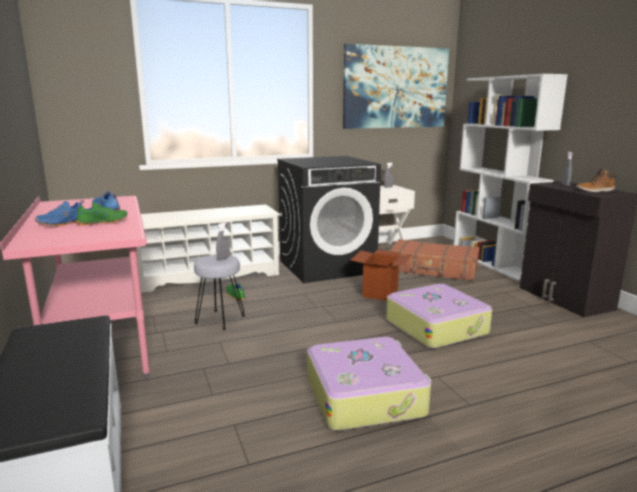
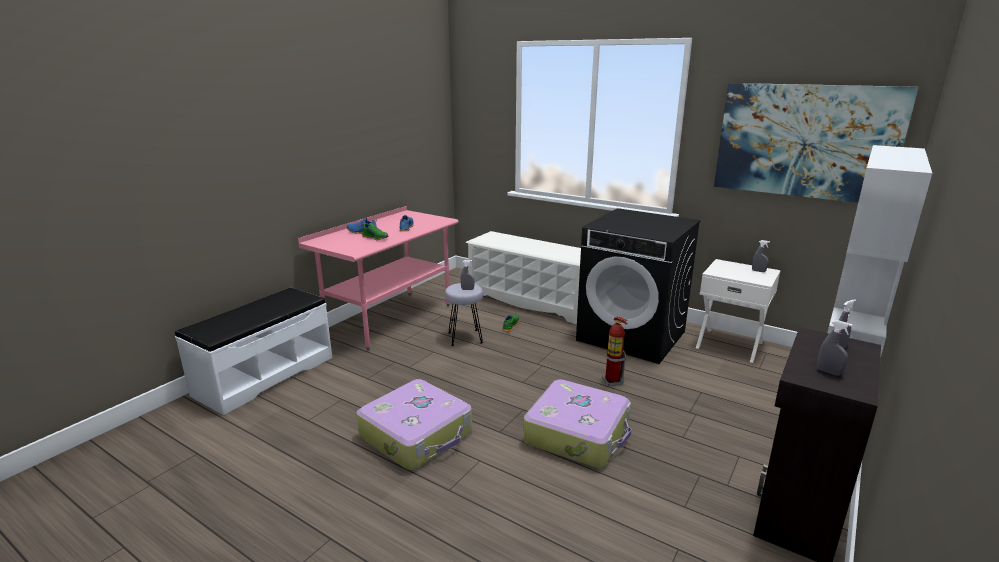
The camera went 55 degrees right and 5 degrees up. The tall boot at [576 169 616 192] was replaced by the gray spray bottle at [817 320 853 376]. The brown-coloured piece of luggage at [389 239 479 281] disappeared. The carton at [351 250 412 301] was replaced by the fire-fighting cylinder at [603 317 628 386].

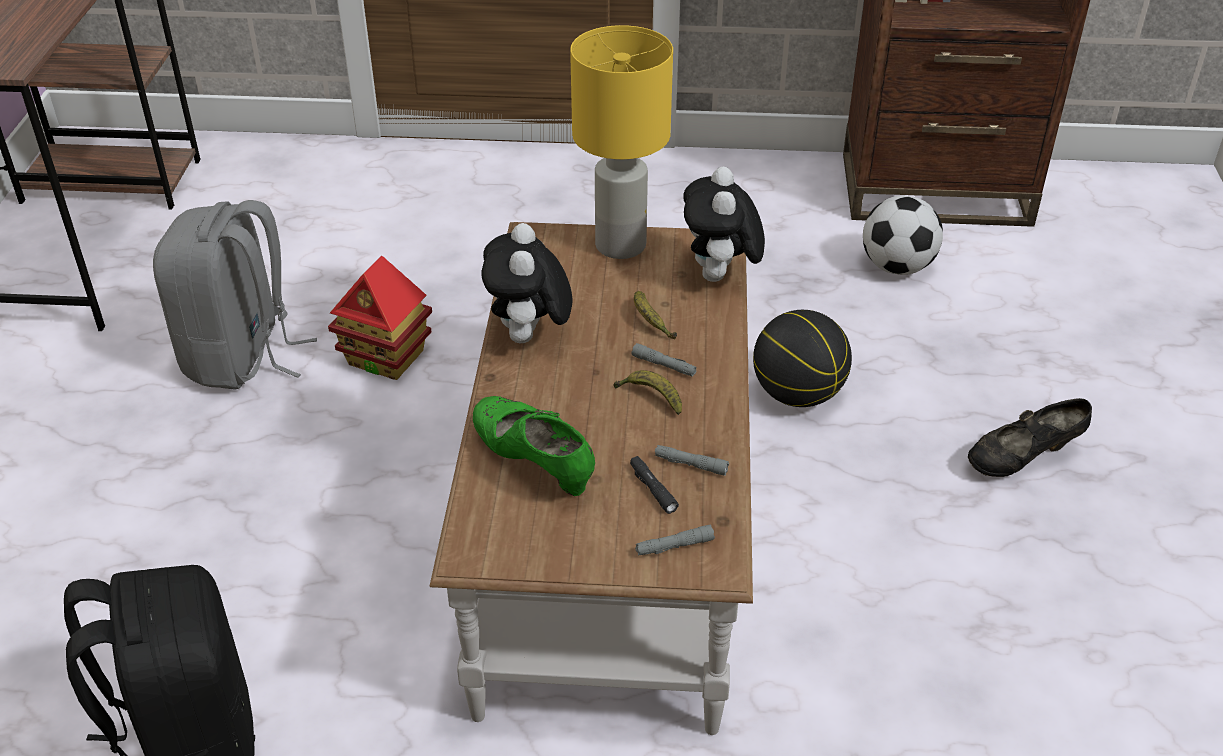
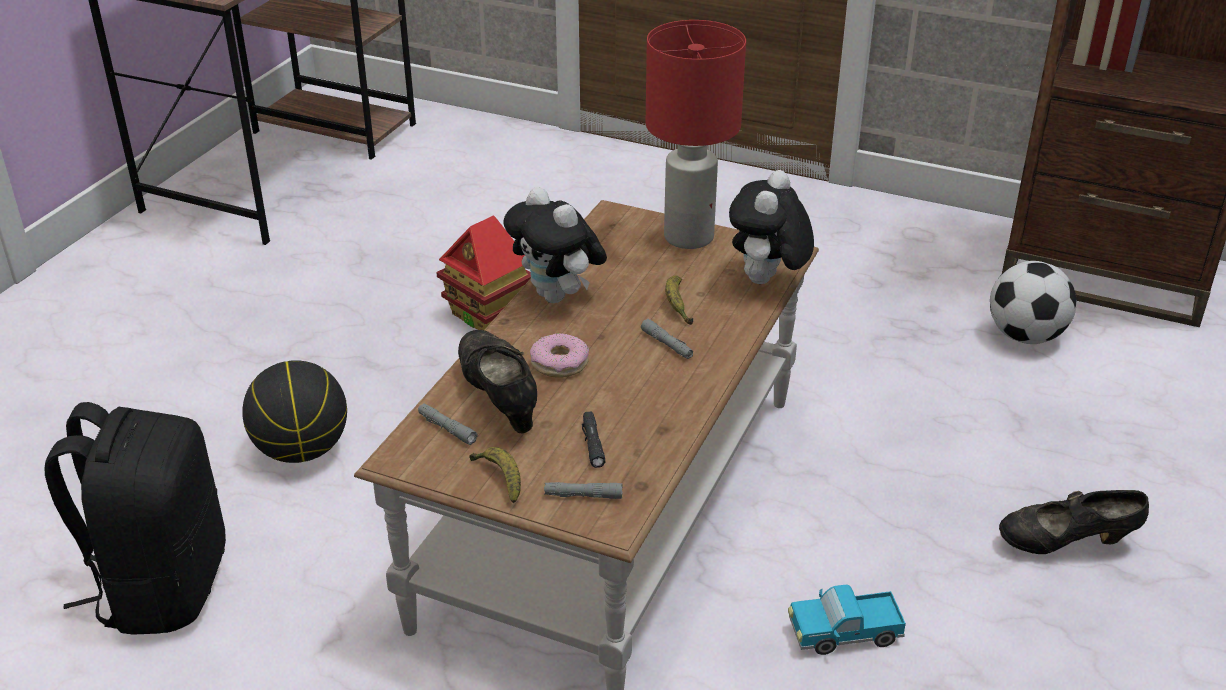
The camera went 20 degrees right and 5 degrees down. The yellowish tabletop lamp at [570 25 673 259] became the red tabletop lamp at [646 20 746 249]. The gray knapsack at [153 200 317 390] disappeared. The soft toy at [482 223 573 343] turned 60 degrees counterclockwise. The basketball ball moved from [753 310 852 407] to [242 360 347 463]. The whole banana moved from [613 370 682 415] to [469 447 521 503]. The green-coloured shoe at [473 396 595 496] became the blackish shoe at [458 330 537 434]. The gray flashlight moved from [655 445 729 476] to [418 403 478 445]. The ring doughnut at [530 333 589 378] appeared. The toy truck at [788 584 906 655] appeared.

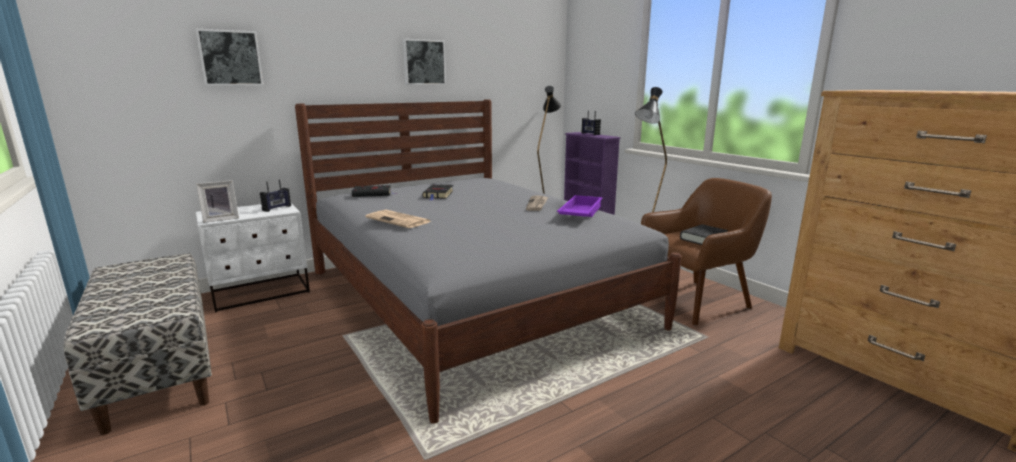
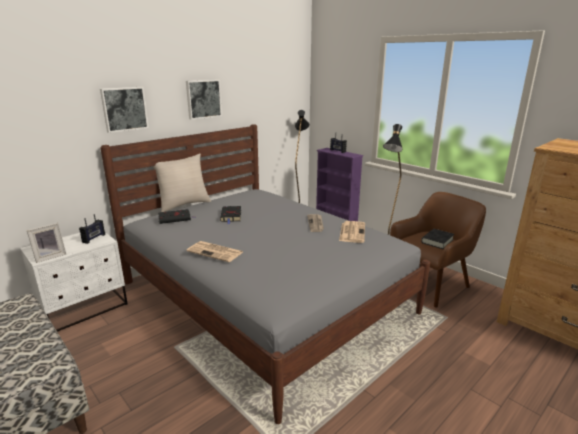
The camera went 10 degrees left and 5 degrees up. The picture moved from [196 29 264 86] to [100 87 149 133]. The purple carrying tray at [557 195 603 217] was replaced by the newspaper at [339 221 365 243]. The beige-coloured pillow at [153 153 211 212] appeared.

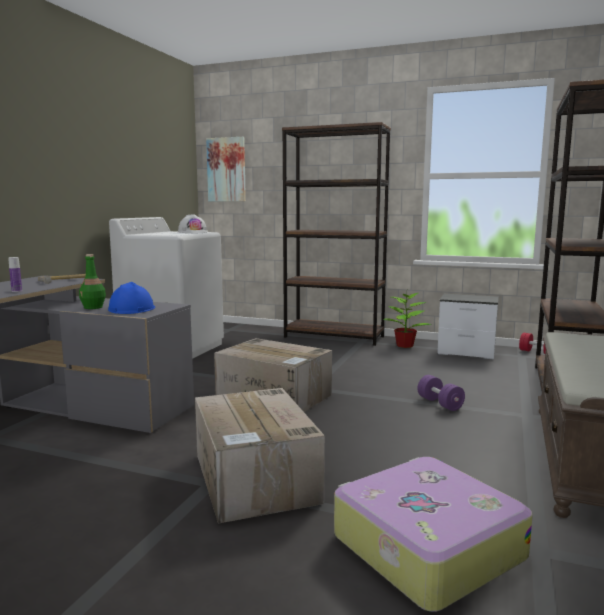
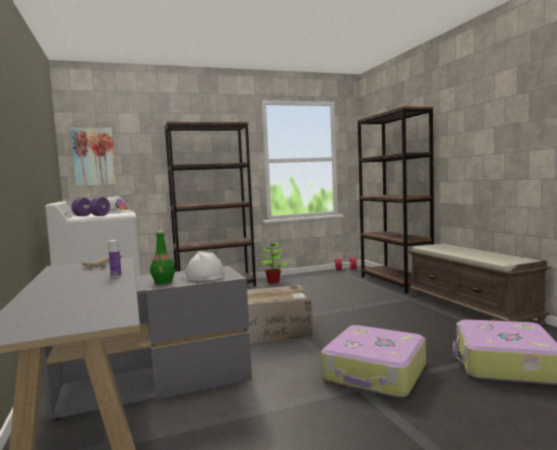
The camera went 40 degrees left and 5 degrees down. The blue safety helmet at [108 282 155 314] became the whitish safety helmet at [183 252 225 281]. The night table at [437 294 499 359] disappeared. The purple hand weight moved from [417 375 465 411] to [72 197 110 216]. The carton at [195 388 325 524] was replaced by the piece of luggage at [321 325 426 398].

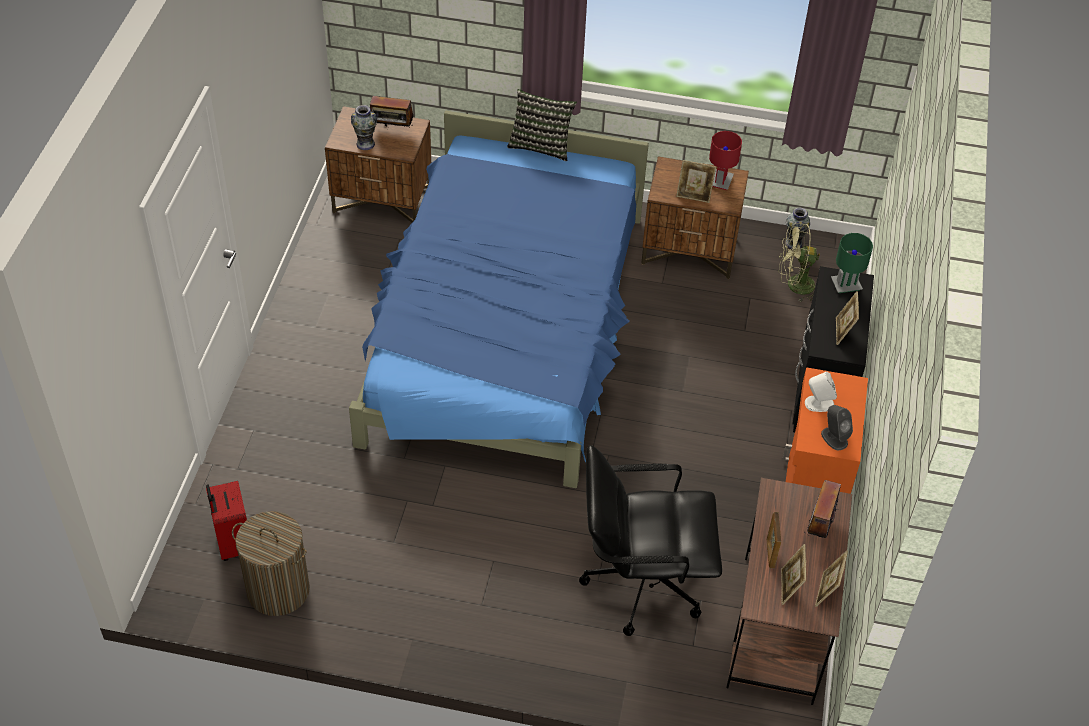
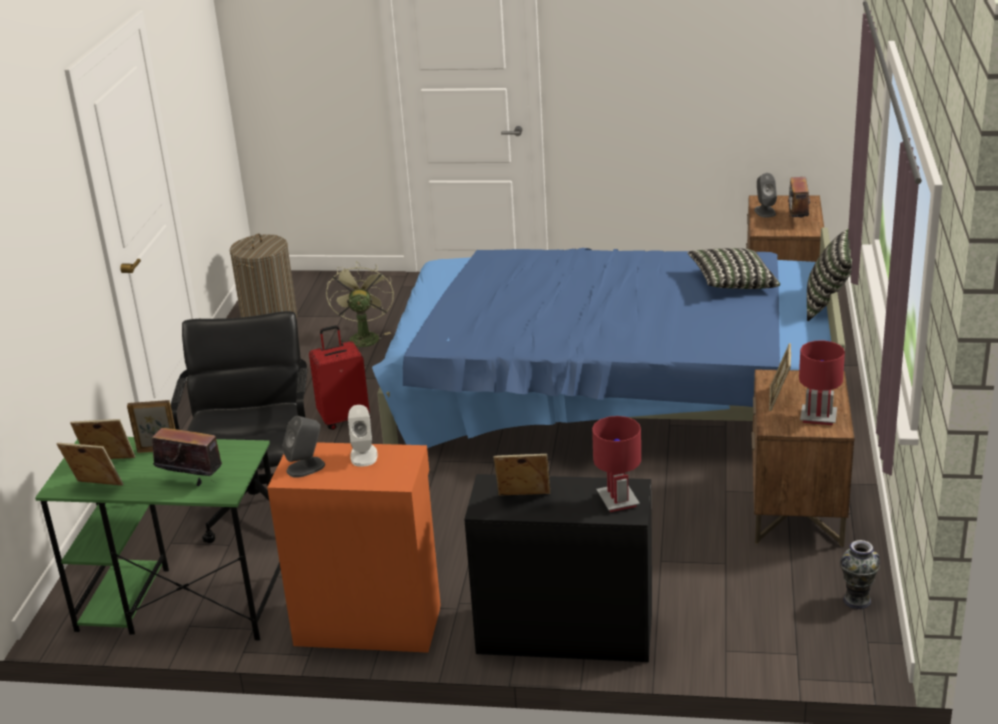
The camera went 90 degrees right and 20 degrees down. The flower vase at [351 105 377 150] was replaced by the gray audio speaker at [754 173 777 218]. The green-coloured fan moved from [778 223 820 302] to [326 261 394 350]. The green-coloured tabletop lamp at [831 233 873 293] became the red tabletop lamp at [592 416 641 512]. The brown-coloured desk unit at [726 478 852 705] became the green-coloured desk unit at [35 437 281 641]. The red piece of luggage moved from [206 481 247 561] to [309 325 371 430]. The pillow at [687 248 780 289] appeared.

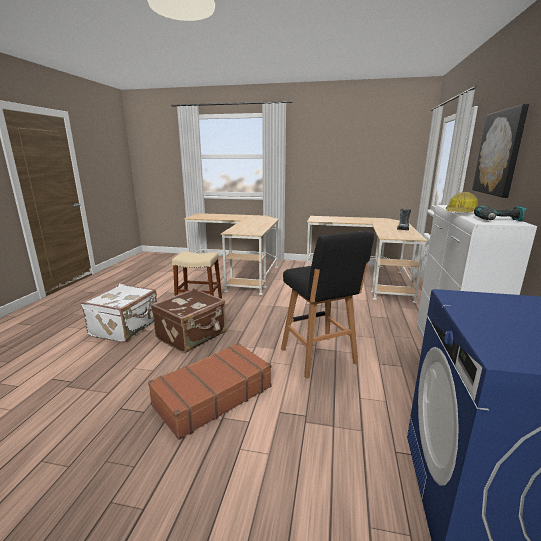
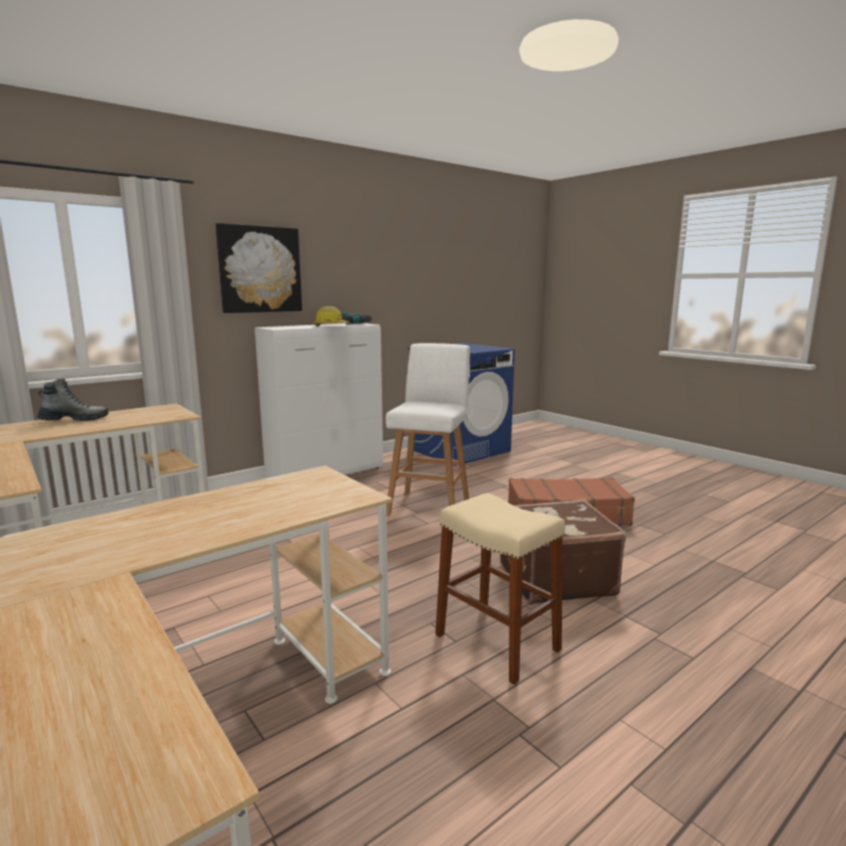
The camera went 140 degrees left and 5 degrees down. The blackish sitting stool at [281 231 374 379] became the whitish sitting stool at [386 343 470 516]. The whitish piece of luggage at [81 284 157 343] disappeared.

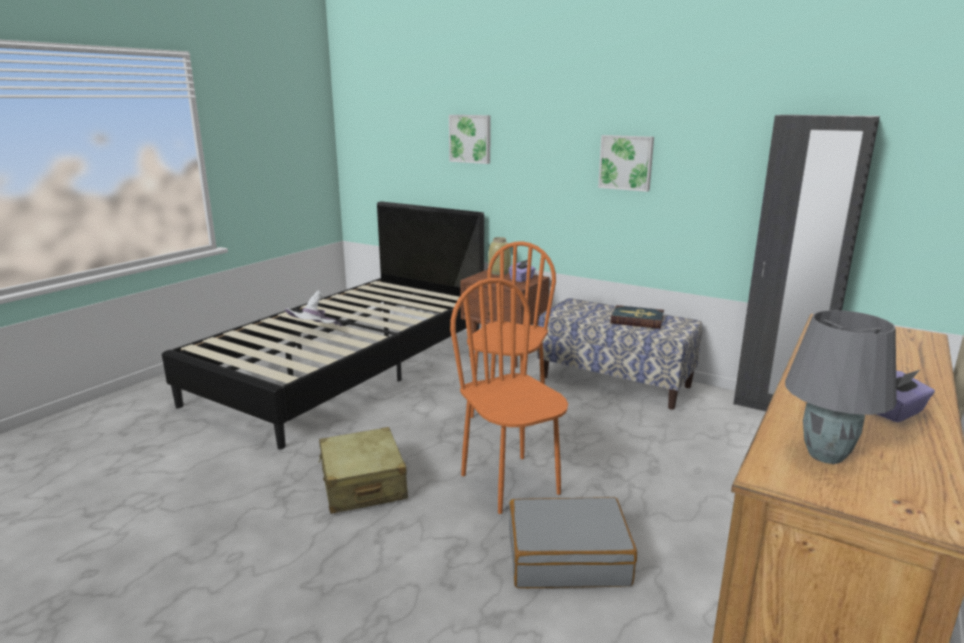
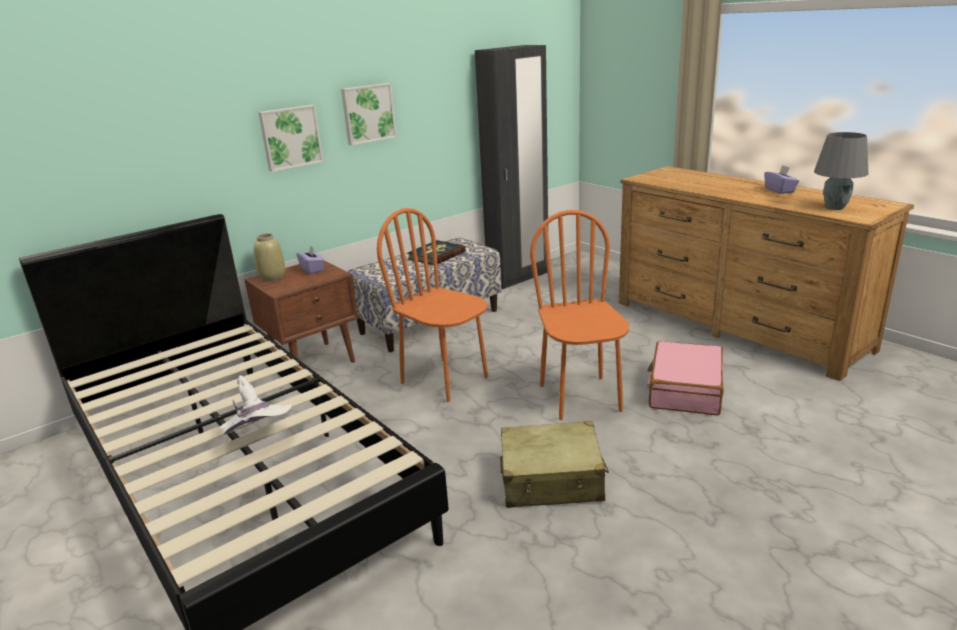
The camera went 70 degrees left and 5 degrees up. The picture moved from [449 115 491 164] to [258 105 324 172]. The orangey plain chair at [450 278 568 514] turned 90 degrees clockwise. The gray piece of luggage at [509 497 637 588] became the pink-coloured piece of luggage at [647 341 724 415].

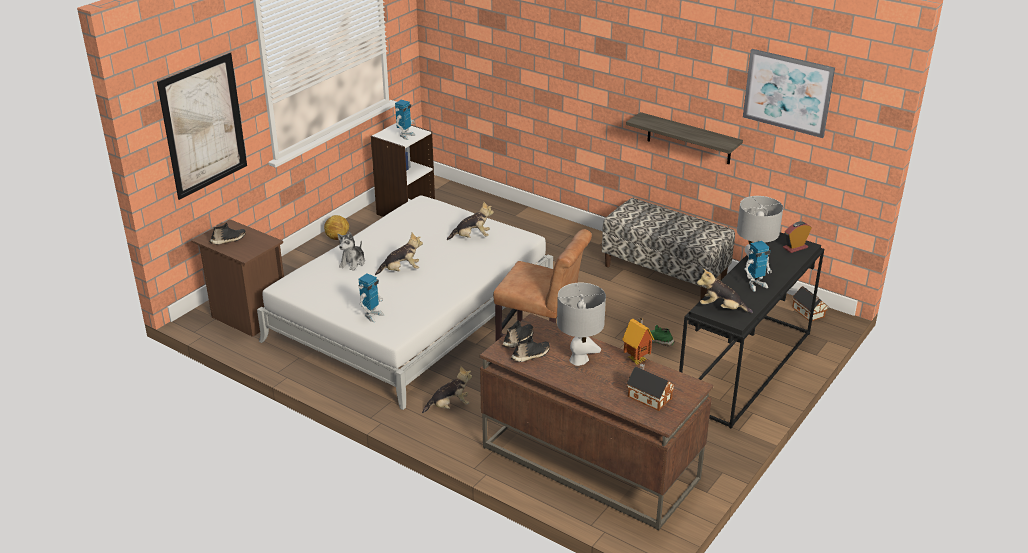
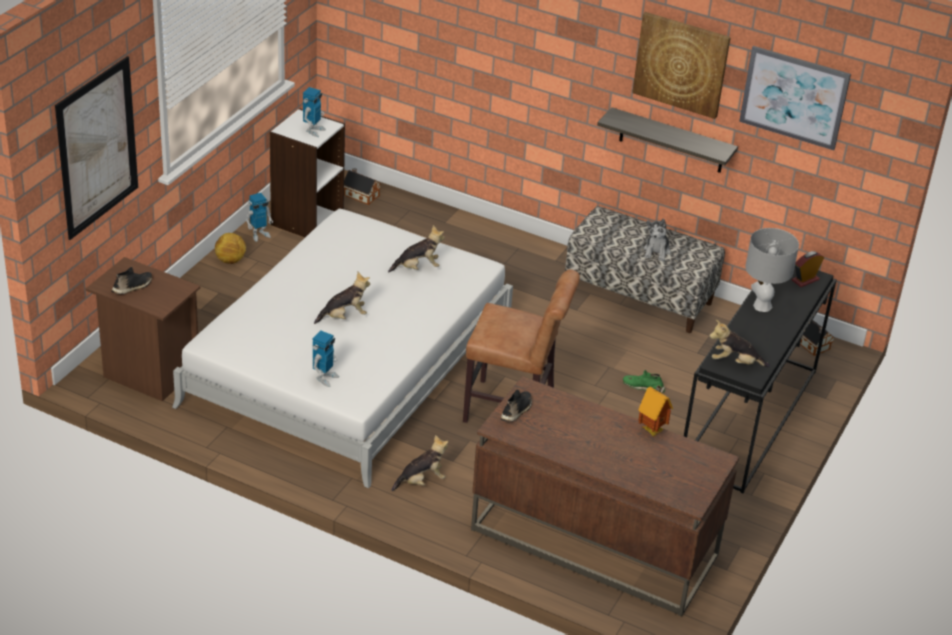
The camera went 10 degrees left and 5 degrees up. The soft toy moved from [338 232 365 271] to [644 219 671 261]. The robot figure moved from [744 241 772 292] to [245 193 273 242]. The gray tabletop lamp at [557 283 606 366] disappeared. The blackish shoe at [511 336 550 362] disappeared. The toy house moved from [626 363 674 411] to [344 168 381 205]. The picture at [632 12 731 119] appeared.

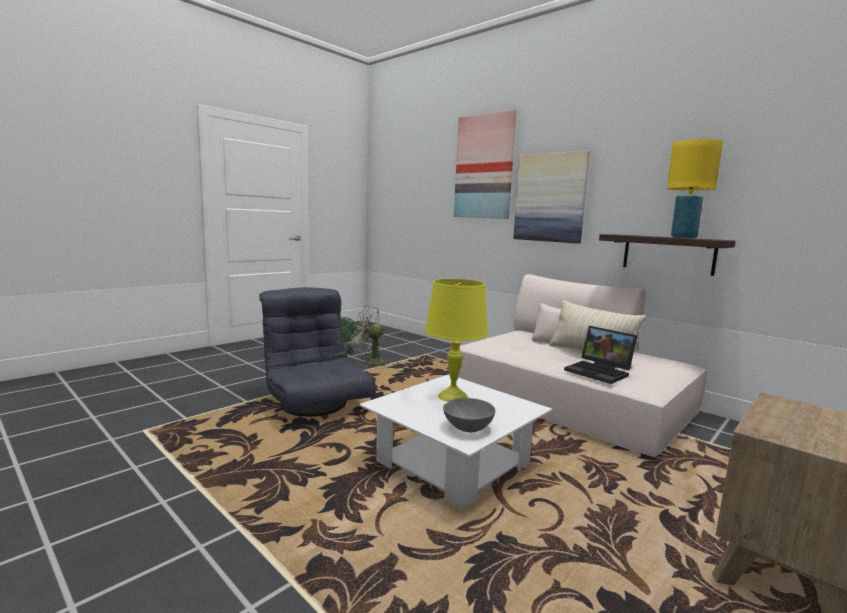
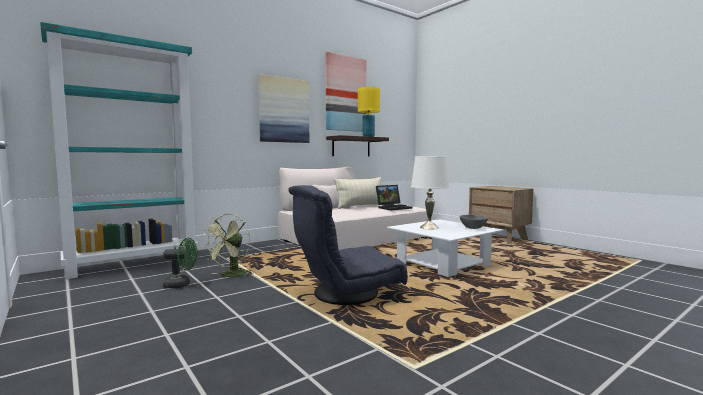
The camera went 80 degrees left and 5 degrees down. The picture moved from [454 109 517 219] to [325 52 366 132]. The yellowish tabletop lamp at [425 279 488 402] became the whitish tabletop lamp at [411 156 450 229]. The turquoise shelving unit at [40 22 198 279] appeared.

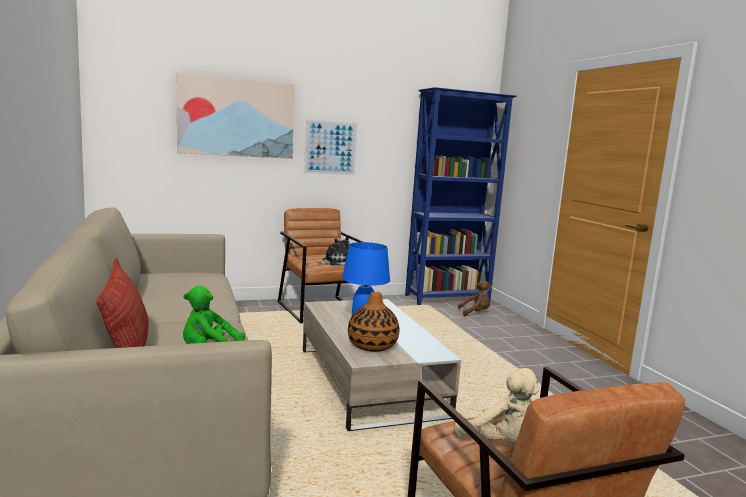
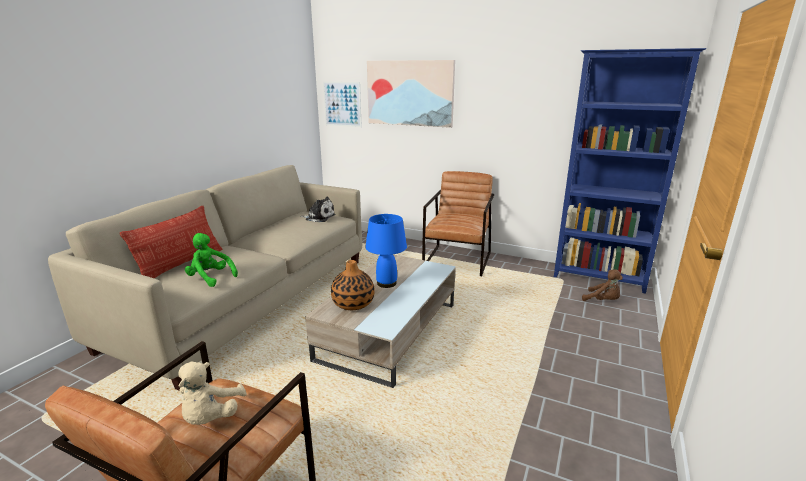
The camera went 45 degrees right and 10 degrees up. The picture moved from [304 119 358 175] to [323 82 362 127]. The soft toy moved from [315 238 350 265] to [300 197 335 222].

